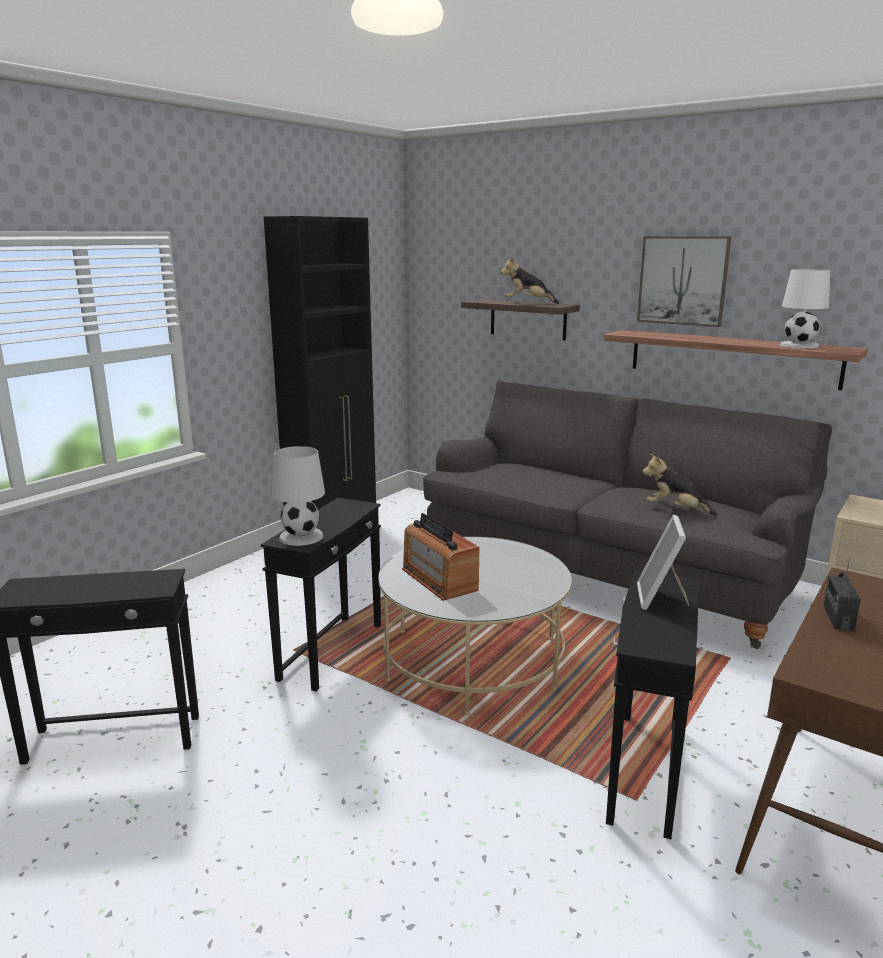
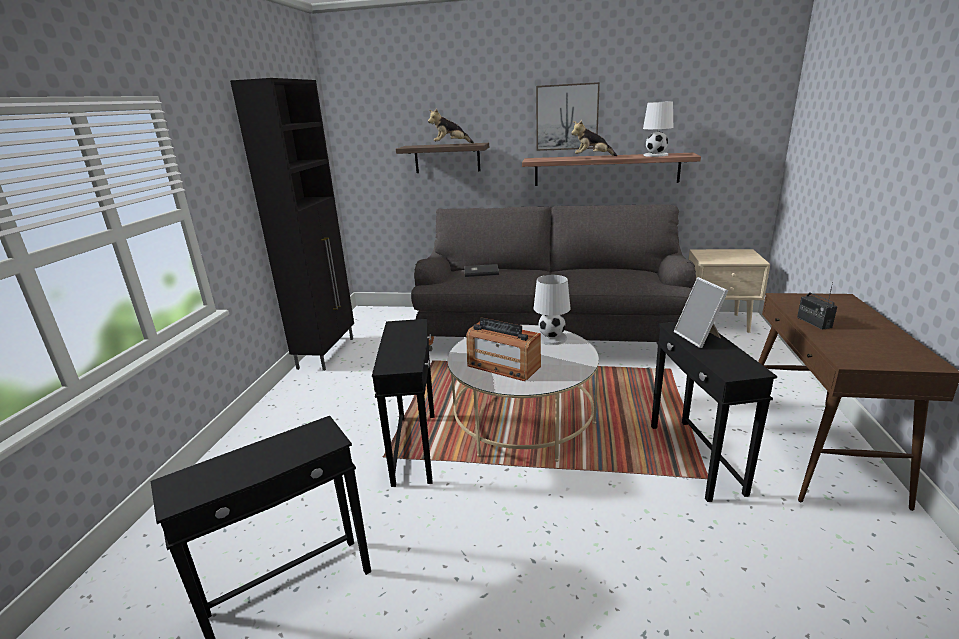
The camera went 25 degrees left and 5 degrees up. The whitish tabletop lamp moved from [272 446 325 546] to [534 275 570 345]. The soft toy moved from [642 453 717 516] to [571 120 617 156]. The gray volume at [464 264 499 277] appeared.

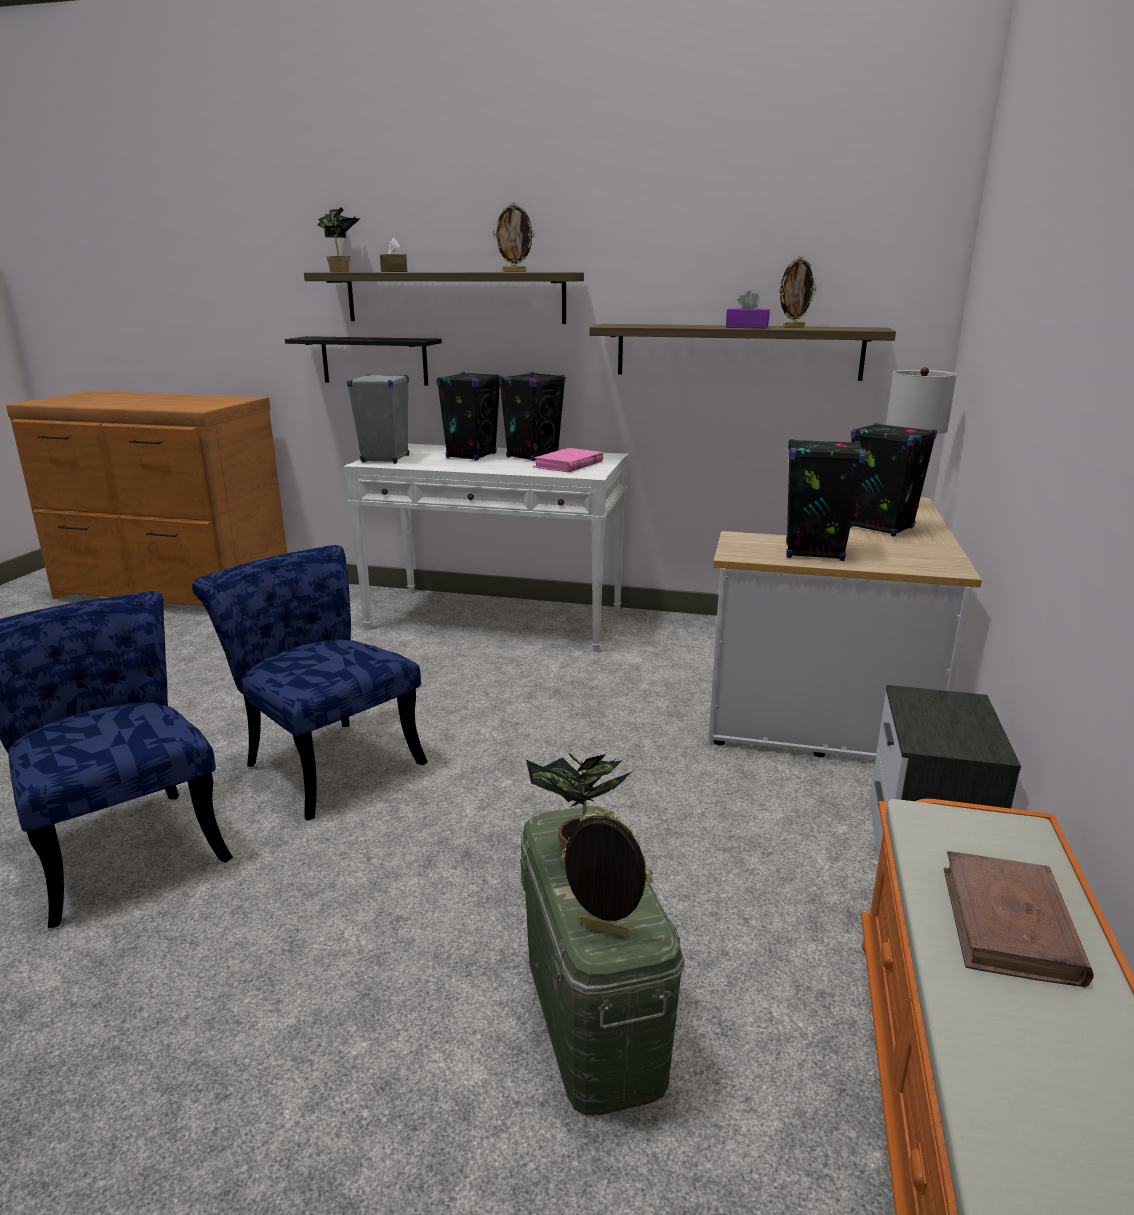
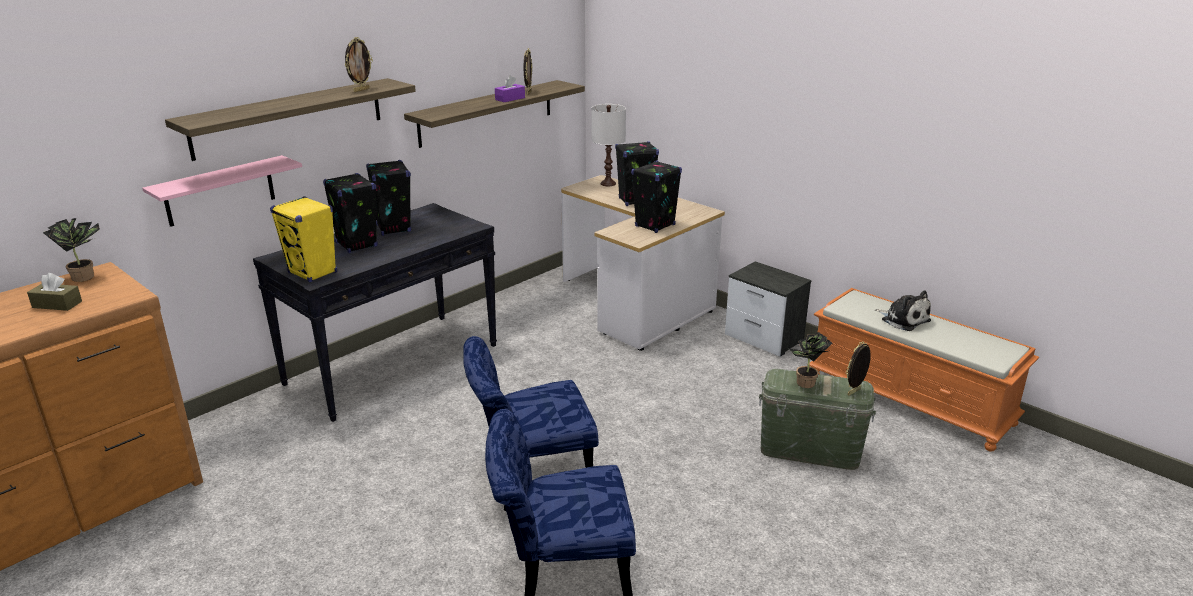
The camera went 60 degrees left and 5 degrees up. The potted plant moved from [317 207 360 272] to [43 218 100 282]. The brown-coloured box of tissues moved from [380 238 407 272] to [27 273 82 311]. The blackish wall shelf at [285 336 442 386] became the pink-coloured wall shelf at [142 155 302 227]. The gray audio speaker at [347 374 409 464] became the yellowish audio speaker at [270 196 337 282]. The whitish narrow table at [343 444 629 652] became the blackish narrow table at [253 203 497 422]. The pink-coloured volume at [533 448 603 472] disappeared. The brown-coloured volume at [944 851 1094 987] was replaced by the soft toy at [875 291 931 331].

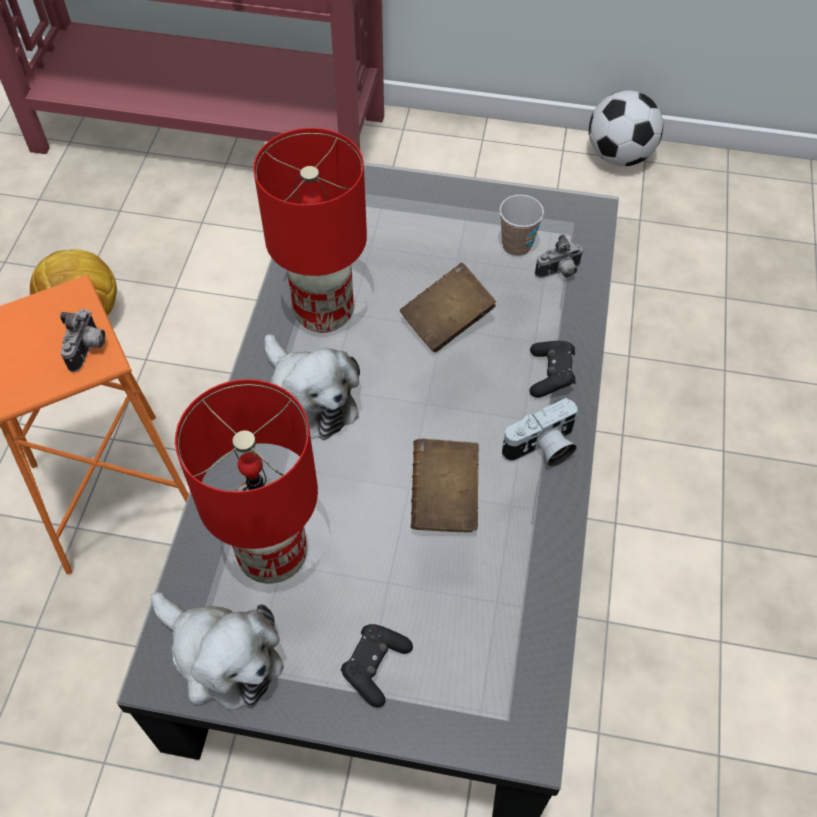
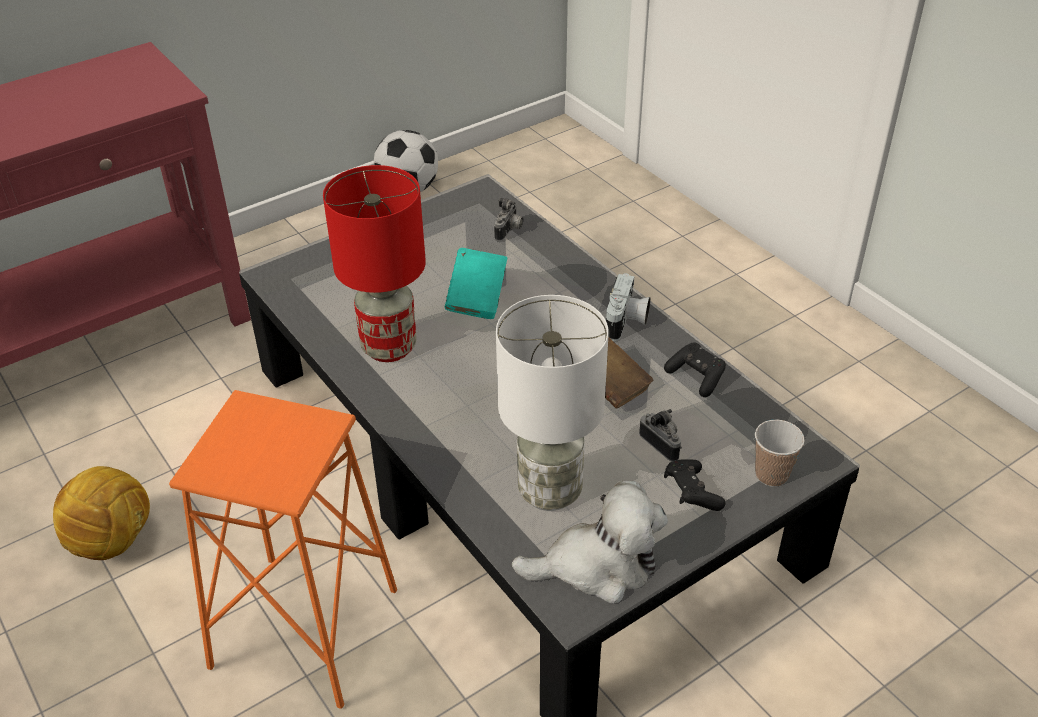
The camera went 45 degrees left and 15 degrees down. The drinking cup moved from [499 195 544 256] to [755 420 805 487]. The brown-coloured volume at [400 263 496 352] became the turquoise volume at [445 248 508 319]. The still camera moved from [60 309 106 372] to [639 409 682 462]. The soft toy at [265 334 360 440] disappeared. The blackish joypad moved from [529 341 575 398] to [664 343 726 397]. The red tabletop lamp at [175 379 318 584] became the whitish tabletop lamp at [496 295 609 511].

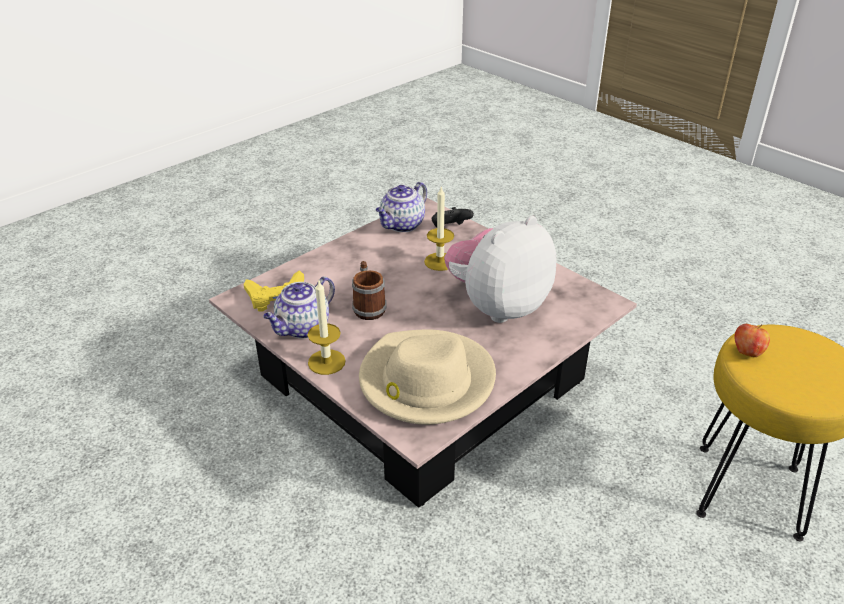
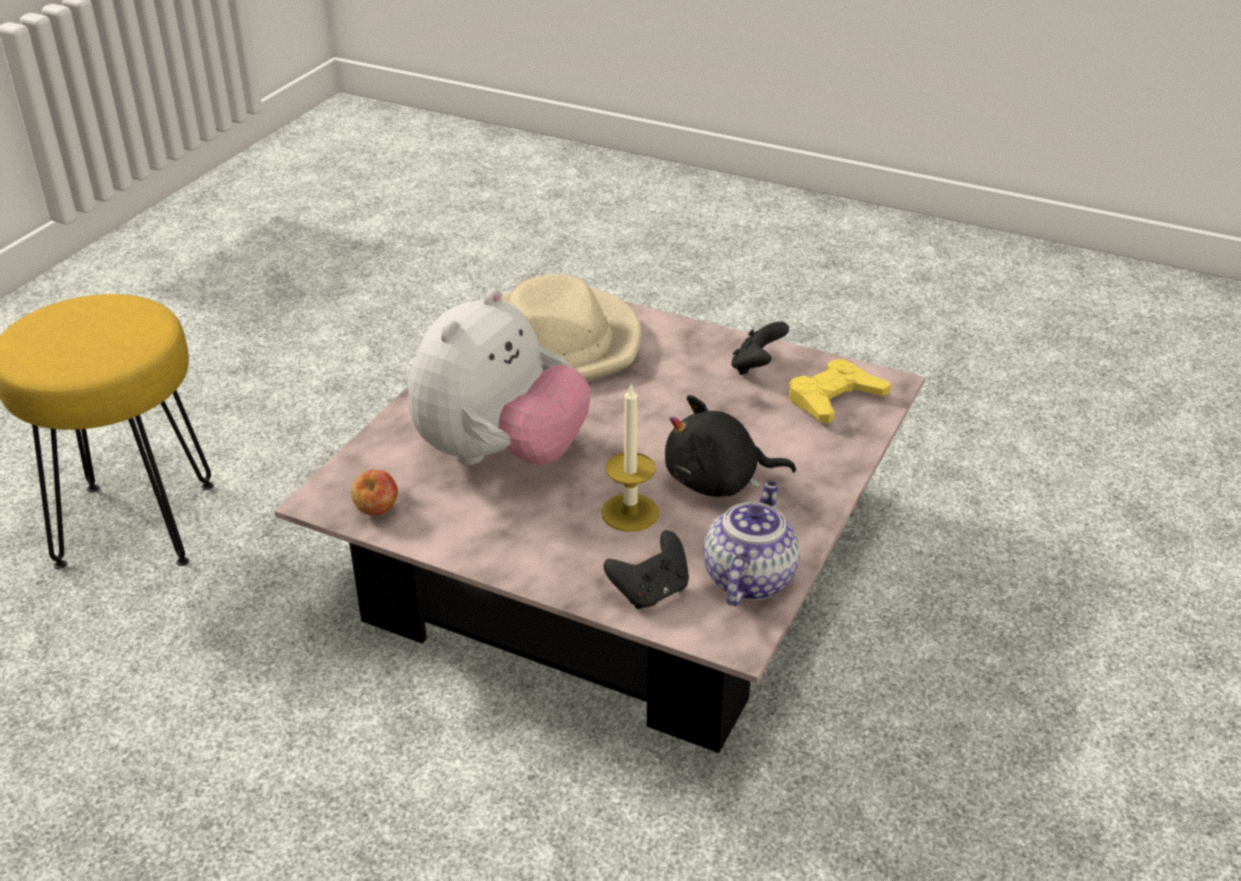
The camera went 160 degrees right and 0 degrees up. The tea mug at [352 261 387 320] disappeared. The tea pot at [263 276 335 339] was replaced by the blackish joypad at [731 321 789 375]. The wax candle at [308 281 346 375] disappeared. The apple moved from [734 324 770 357] to [351 470 398 515]. The blackish soft toy at [665 395 796 497] appeared.

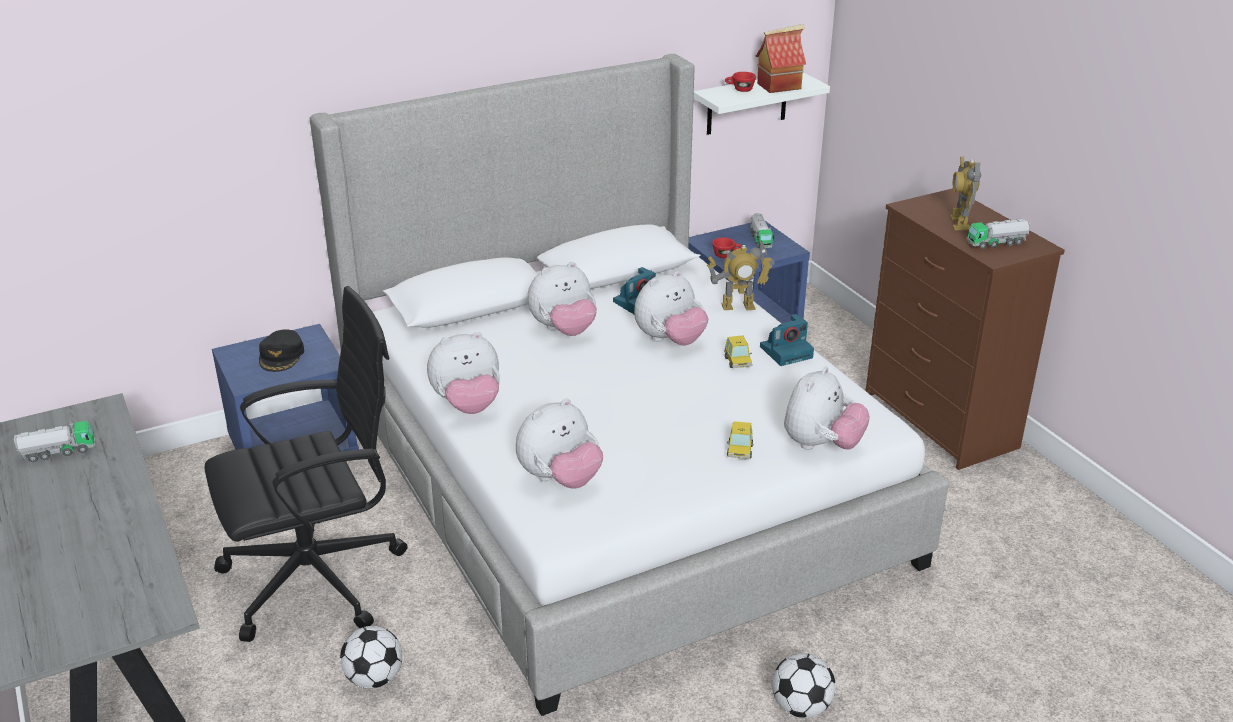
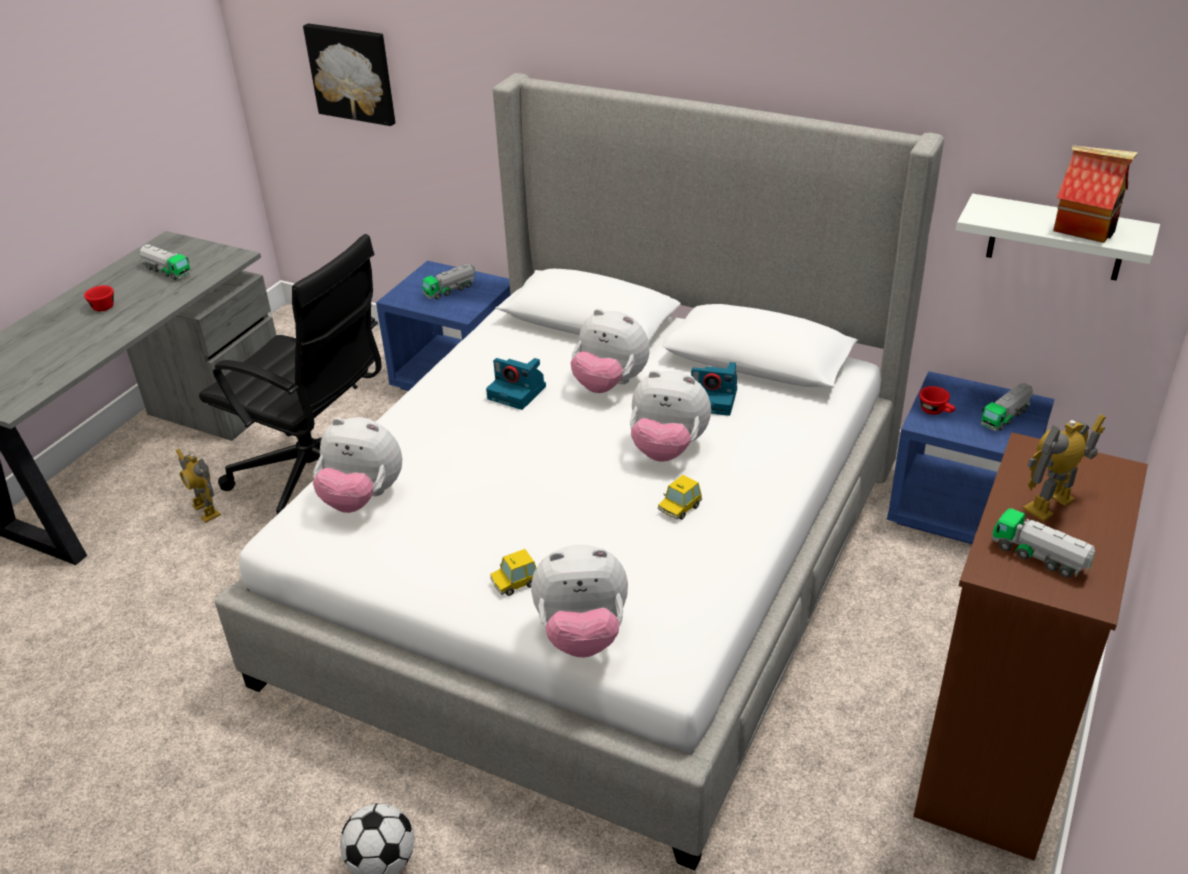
The camera went 55 degrees right and 5 degrees up. The red drinking cup moved from [725 72 756 92] to [84 285 114 311]. The robot figure moved from [707 240 775 310] to [176 449 221 522]. The still camera moved from [760 314 814 366] to [486 358 546 410]. The blackish peaked cap at [259 329 304 372] was replaced by the toy truck at [422 263 475 300]. The soft toy at [427 332 500 414] disappeared. The ball for football at [340 626 402 689] disappeared. The picture at [303 23 395 126] appeared.

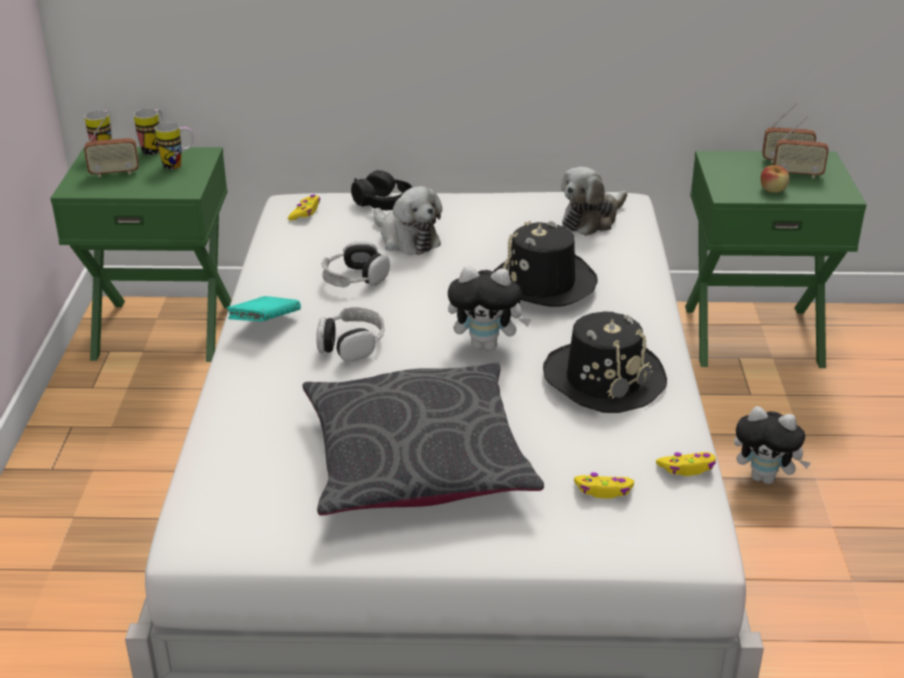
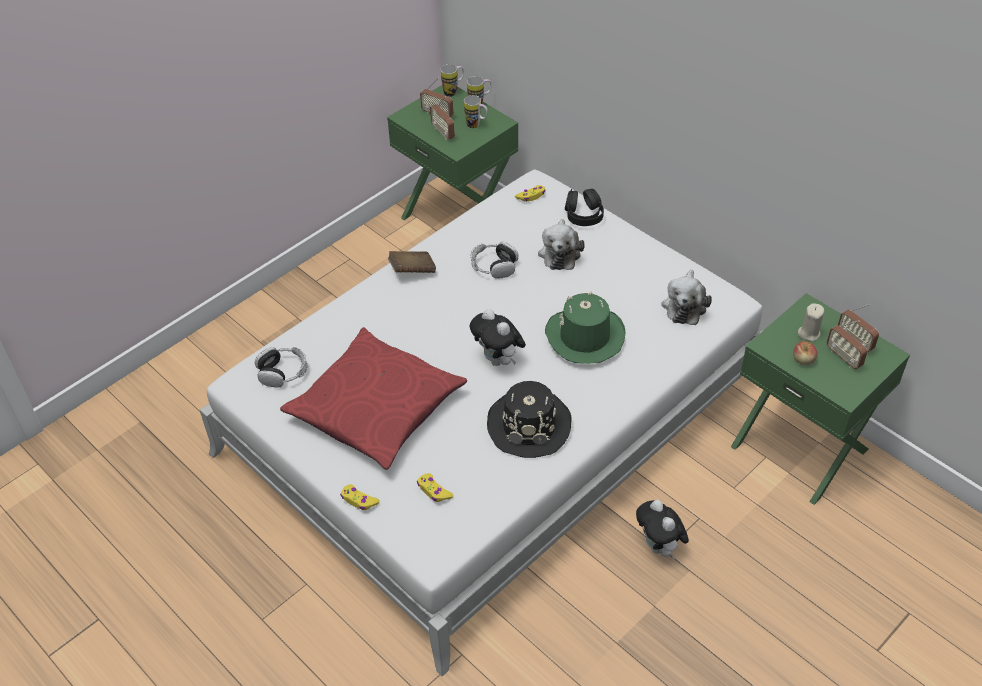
The camera went 45 degrees right and 15 degrees up. The soft toy at [561 167 627 236] turned 75 degrees counterclockwise. The blackish clothing hat at [493 221 598 307] became the green-coloured clothing hat at [545 291 625 364]. The turquoise volume at [227 296 301 321] became the brown-coloured volume at [388 251 436 273]. The headphones moved from [316 307 384 362] to [255 347 307 388]. The gray pillow at [302 362 544 516] became the red pillow at [280 327 467 470]. The yellowish joypad moved from [656 452 716 476] to [340 484 380 510]. The radio receiver at [430 97 455 140] appeared. The beige-coloured wax candle at [798 303 824 342] appeared.

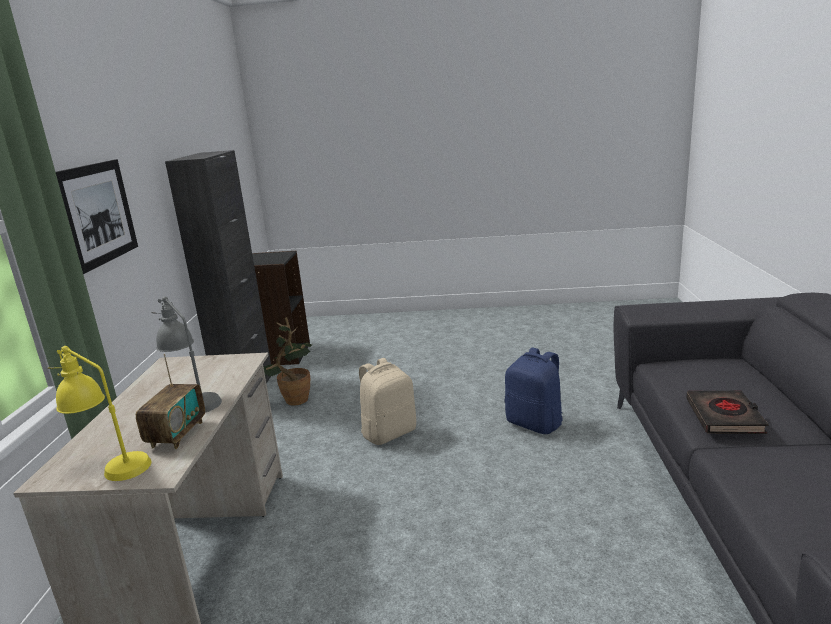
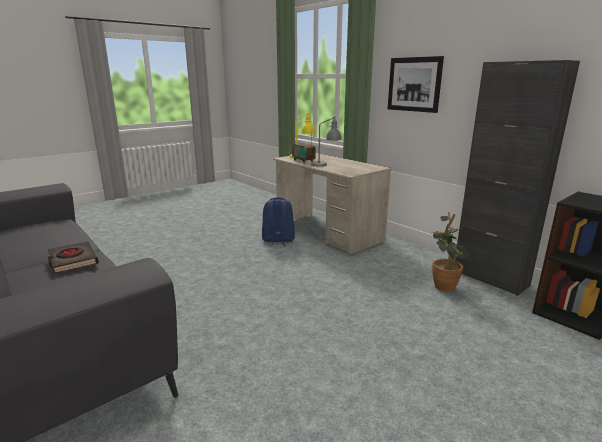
The camera went 135 degrees right and 0 degrees up. The blue knapsack moved from [504 348 563 434] to [262 198 295 246]. The beige-coloured knapsack at [359 358 416 445] disappeared.

